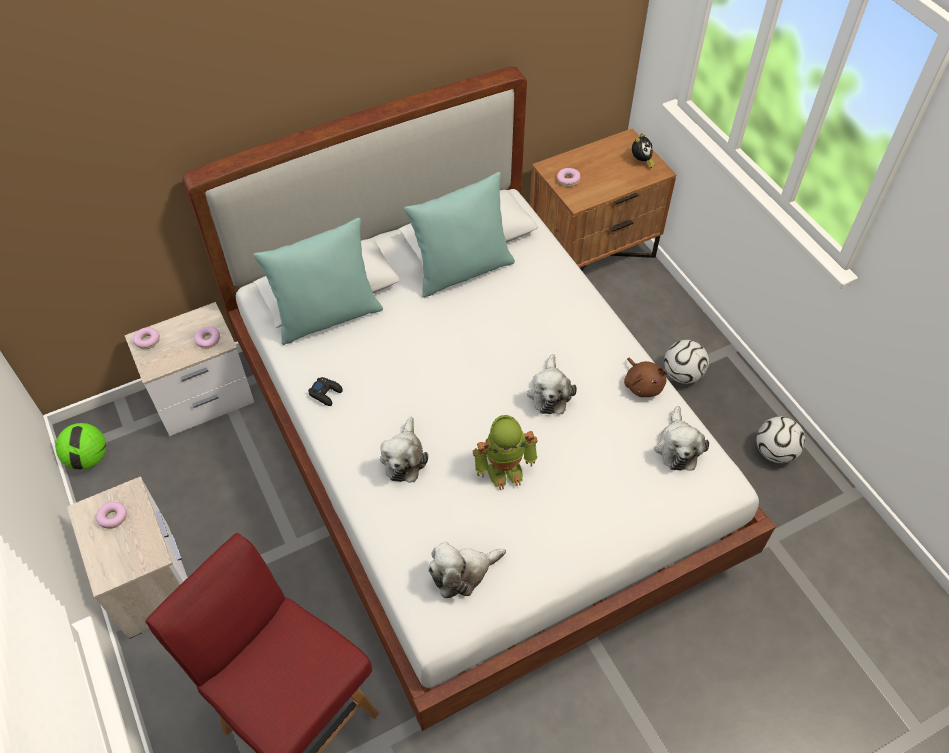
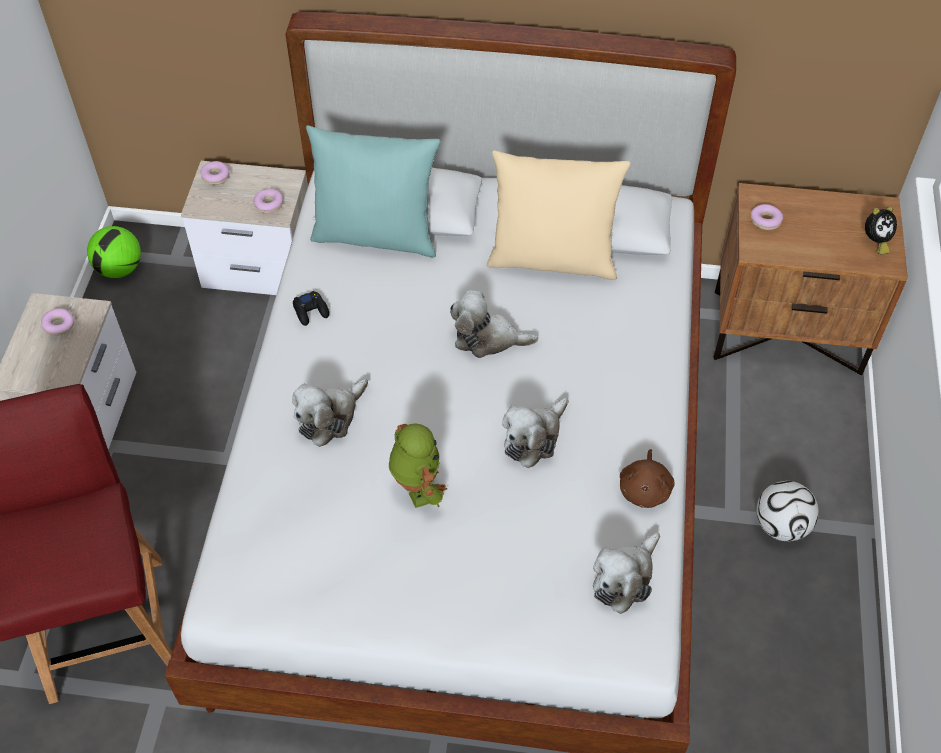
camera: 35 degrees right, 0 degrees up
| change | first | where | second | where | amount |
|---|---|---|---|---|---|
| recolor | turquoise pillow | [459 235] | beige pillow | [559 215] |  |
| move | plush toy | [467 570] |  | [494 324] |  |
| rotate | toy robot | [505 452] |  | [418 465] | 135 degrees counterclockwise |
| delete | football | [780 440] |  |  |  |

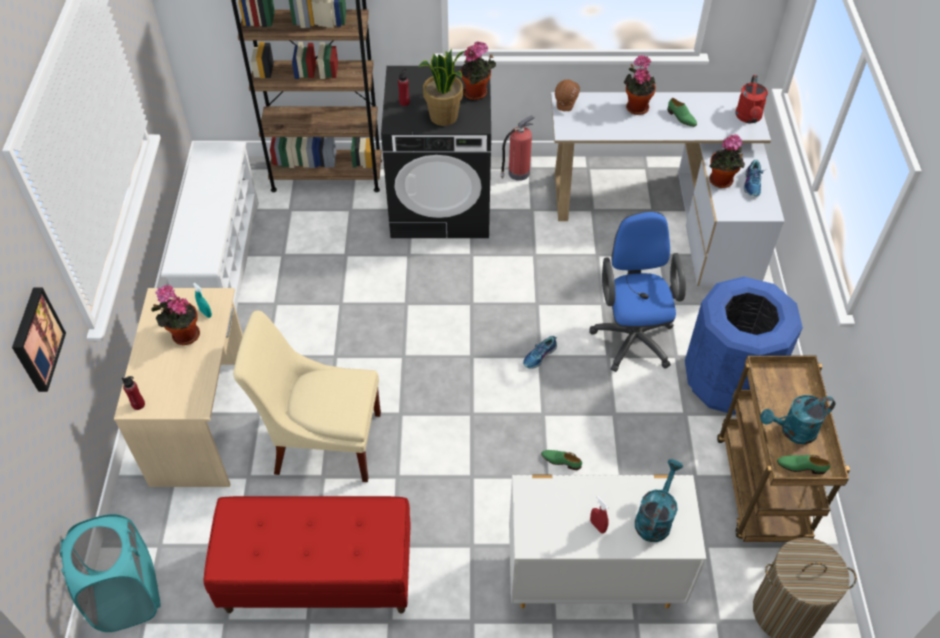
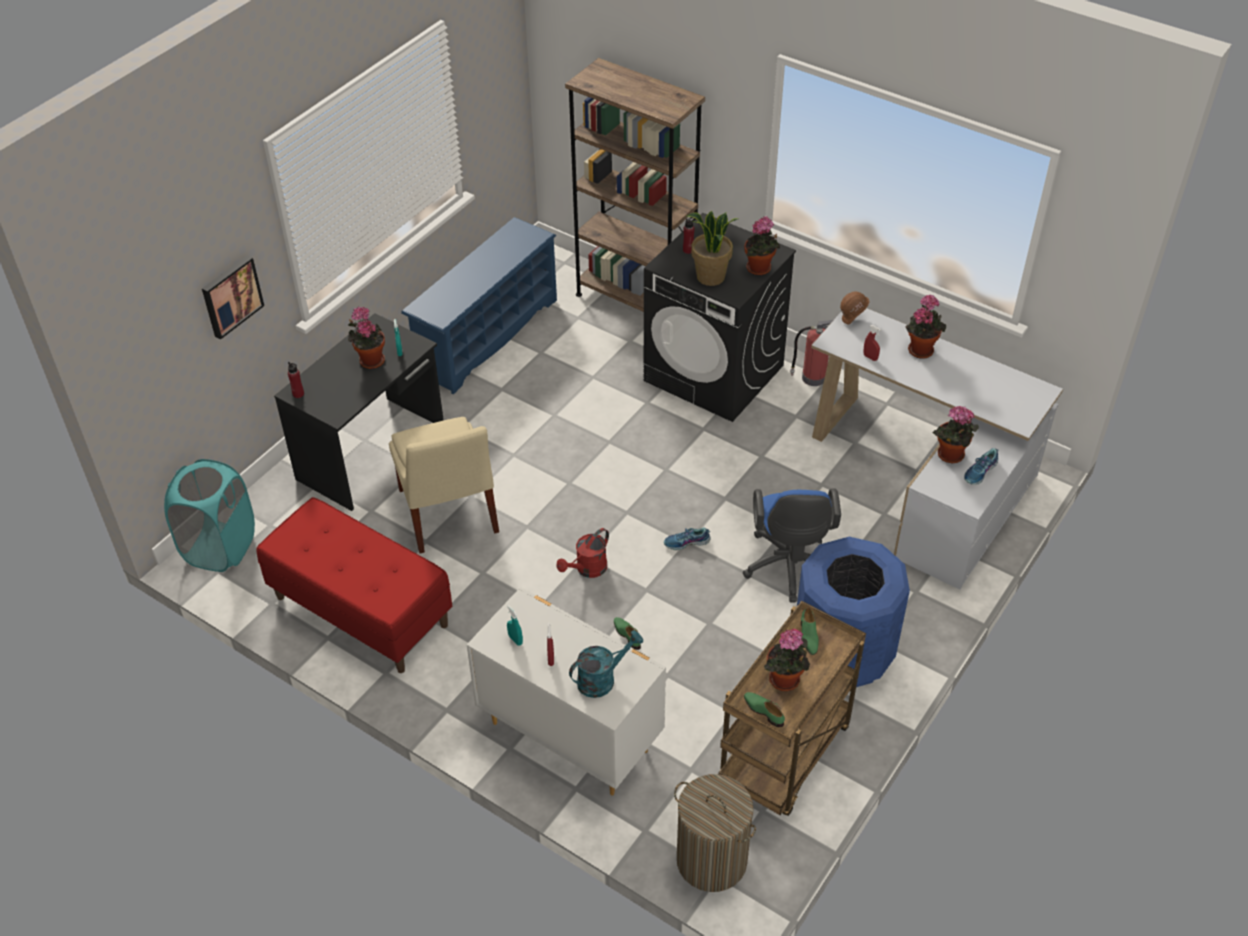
camera: 35 degrees right, 5 degrees down
| change | first | where | second | where | amount |
|---|---|---|---|---|---|
| recolor | beige desk | [178 387] | black desk | [359 412] |  |
| recolor | white shoe rack | [210 227] | blue shoe rack | [479 306] |  |
| rotate | beige chair | [307 396] |  | [444 485] | 150 degrees counterclockwise |
| rotate | blue office chair | [637 291] |  | [792 545] | 150 degrees clockwise |
| move | green shoe | [682 112] |  | [810 631] |  |
| move | red watering can | [752 99] |  | [583 553] |  |
| replace | turquoise watering can | [798 419] | potted plant | [787 660] |  |
| insert |  |  | turquoise spray bottle | [515 625] |  |
| insert |  |  | red spray bottle | [872 343] |  |

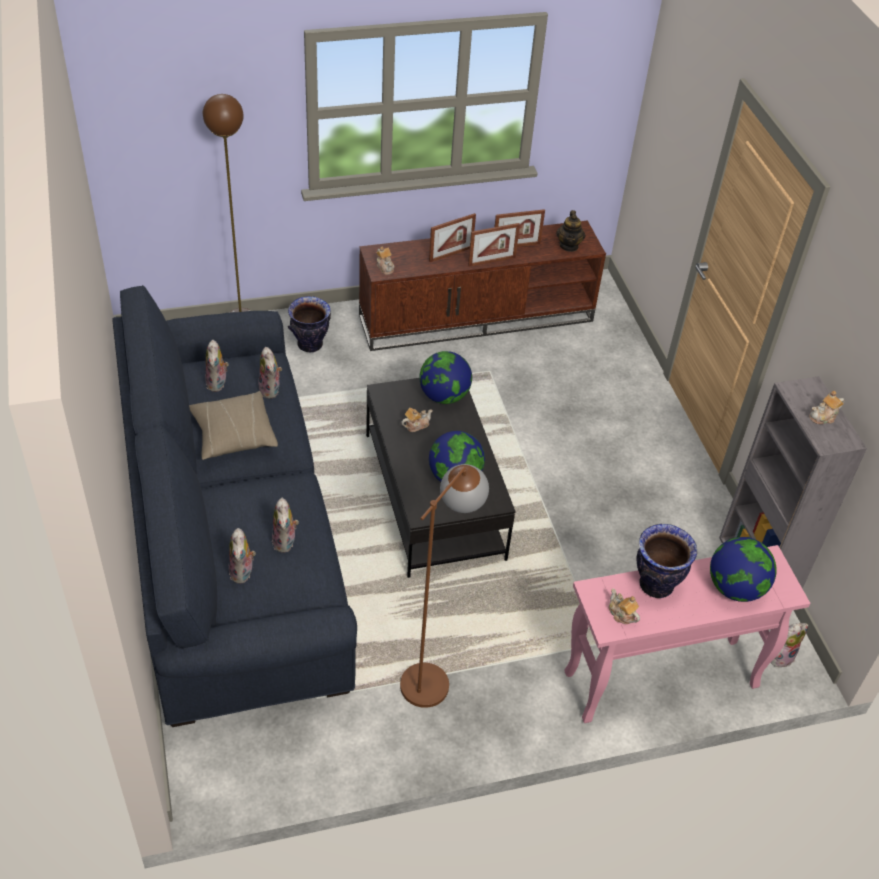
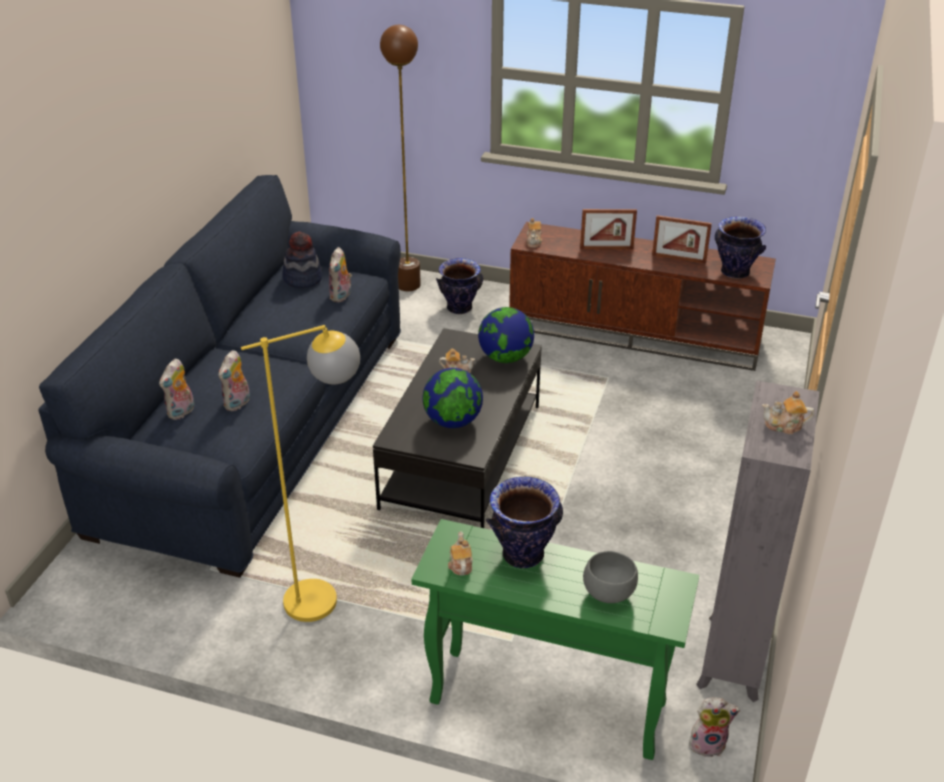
camera: 35 degrees right, 10 degrees down
| change | first | where | second | where | amount |
|---|---|---|---|---|---|
| delete | beige pillow | [233 425] |  |  |  |
| replace | plush toy | [217 366] | hat | [302 260] |  |
| recolor | brown floor lamp | [444 586] | yellow floor lamp | [300 473] |  |
| delete | picture frame | [494 245] |  |  |  |
| replace | teapot | [571 231] | vase | [740 248] |  |
| recolor | pink console table | [687 634] | green console table | [555 639] |  |
| replace | globe | [743 569] | grey bowl | [610 577] |  |

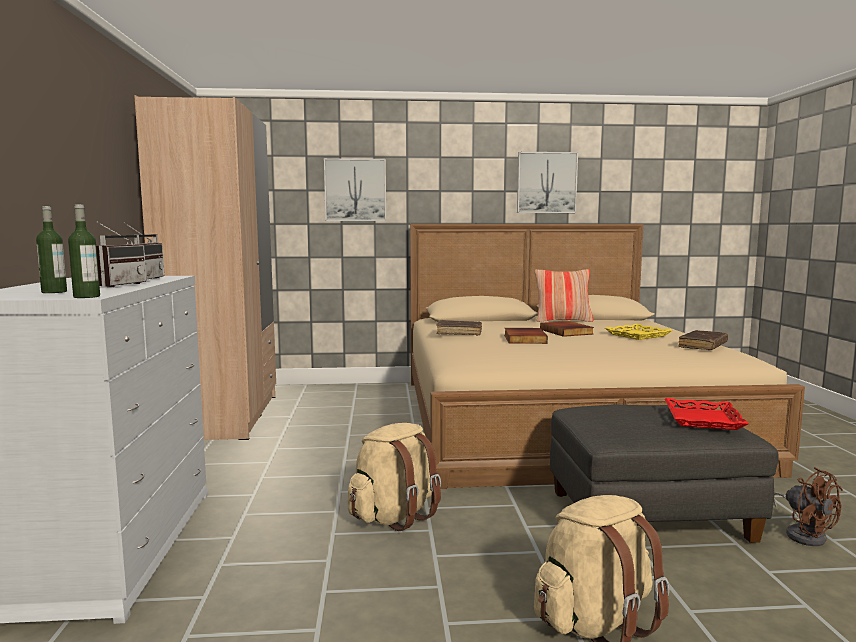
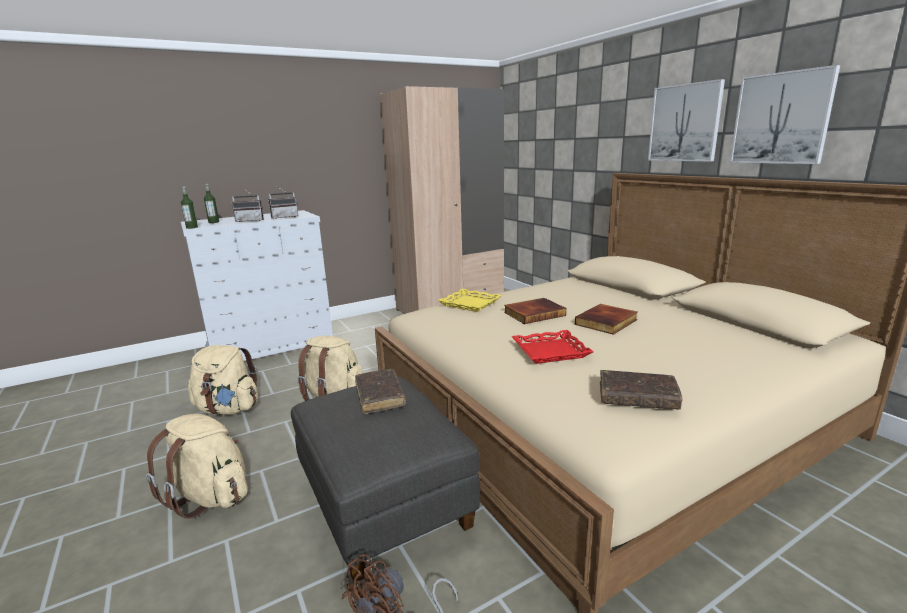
camera: 65 degrees right, 10 degrees up
| change | first | where | second | where | amount |
|---|---|---|---|---|---|
| move | picture | [355 189] |  | [686 120] |  |
| move | brown book | [459 328] |  | [380 391] |  |
| delete | pillow | [564 295] |  |  |  |
| move | yellow tray | [639 332] |  | [470 300] |  |
| move | red tray | [706 414] |  | [553 347] |  |
| insert |  |  | beige backpack | [223 380] |  |

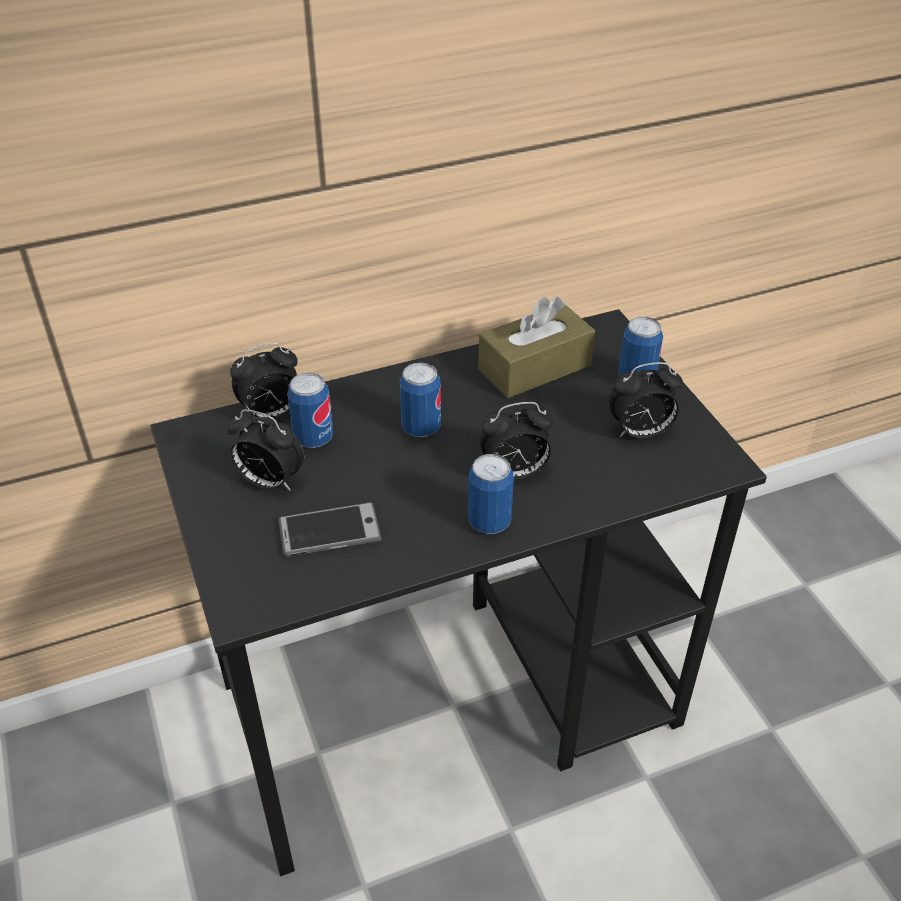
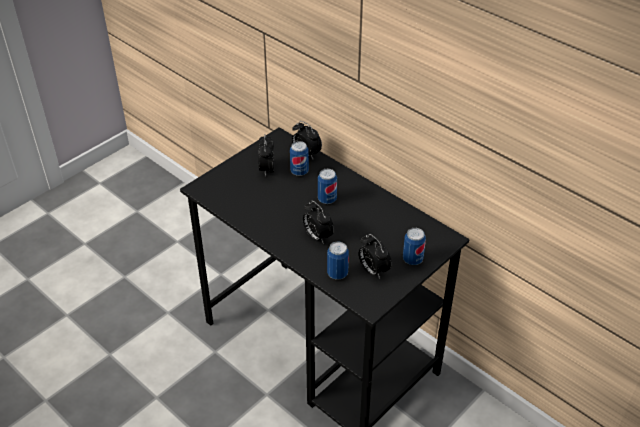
camera: 65 degrees right, 0 degrees up
| change | first | where | second | where | amount |
|---|---|---|---|---|---|
| delete | phone | [330 529] |  |  |  |
| move | can | [491 494] |  | [338 260] |  |
| delete | brown tissue box | [536 347] |  |  |  |

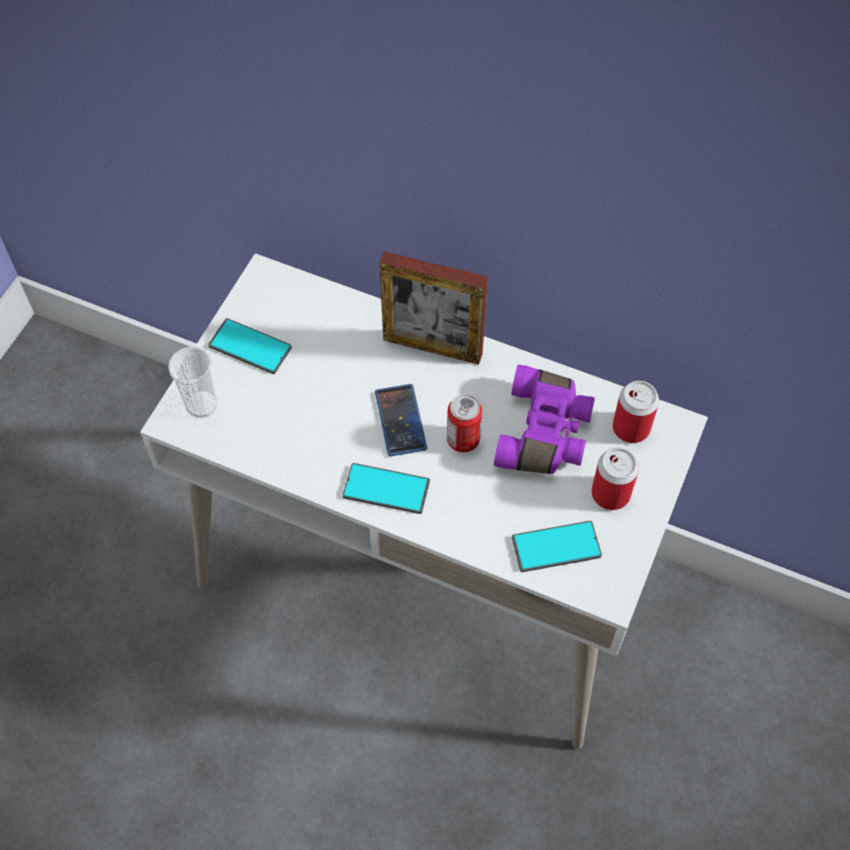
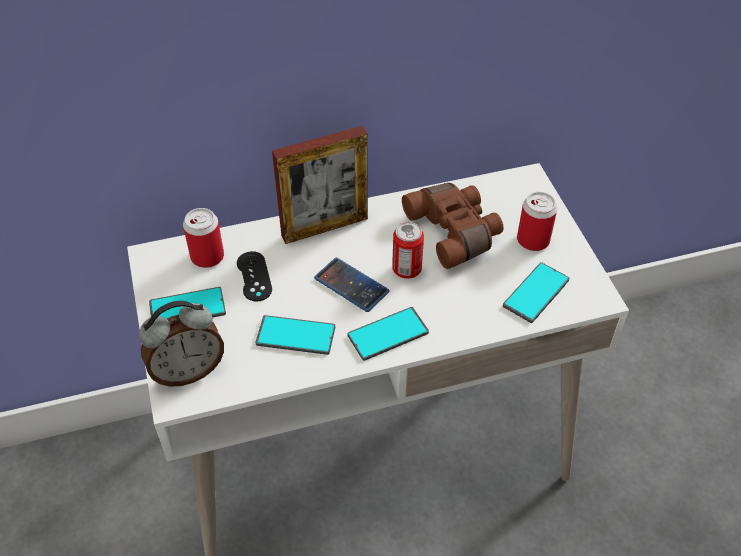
camera: 40 degrees left, 10 degrees down
| change | first | where | second | where | amount |
|---|---|---|---|---|---|
| replace | cup | [193 382] | alarm clock | [181 344] |  |
| recolor | purple binoculars | [544 419] | brown binoculars | [453 226] |  |
| move | can | [635 412] |  | [203 238] |  |
| insert |  |  | black game controller | [254 276] |  |
| insert |  |  | phone | [295 335] |  |

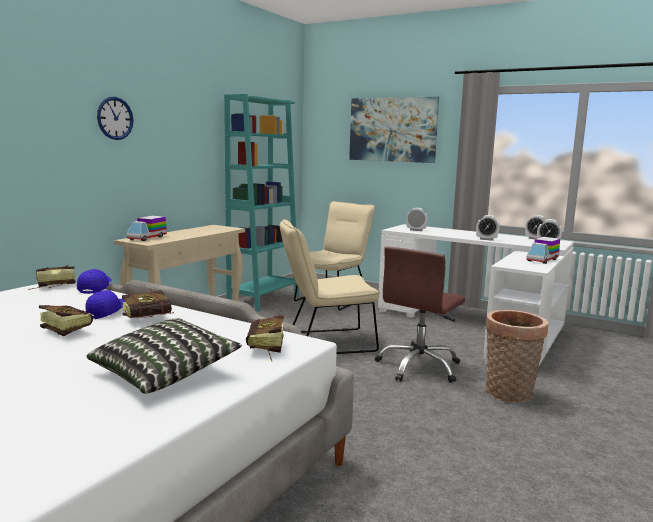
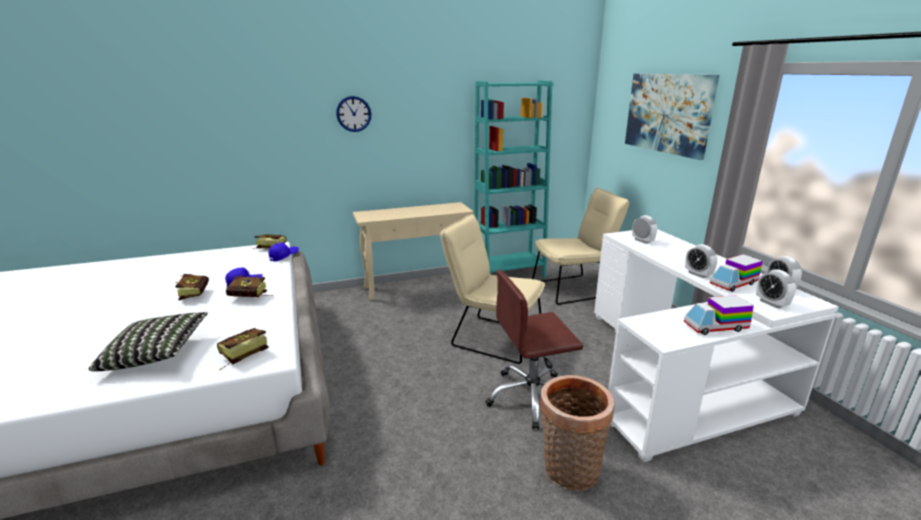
camera: 40 degrees right, 10 degrees up
| change | first | where | second | where | amount |
|---|---|---|---|---|---|
| move | toy truck | [147 228] |  | [736 273] |  |

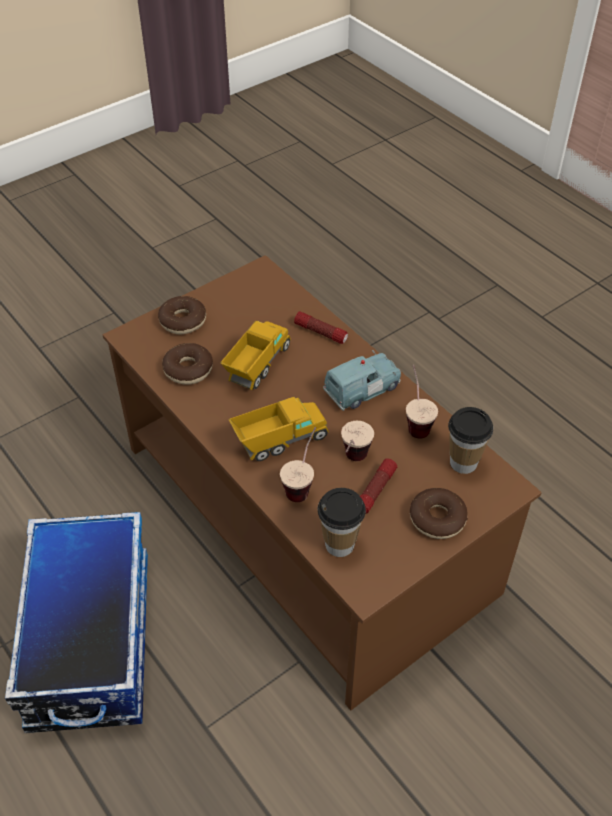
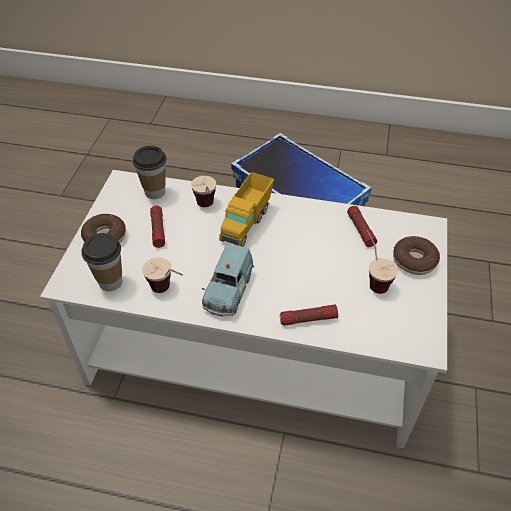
camera: 140 degrees right, 0 degrees up
| change | first | where | second | where | amount |
|---|---|---|---|---|---|
| recolor | brown coffee table | [322 482] | white coffee table | [243 309] |  |
| replace | donut | [187 364] | flashlight | [362 226] |  |
| delete | toy truck | [255 355] |  |  |  |
| move | cup | [357 441] |  | [382 262] |  |

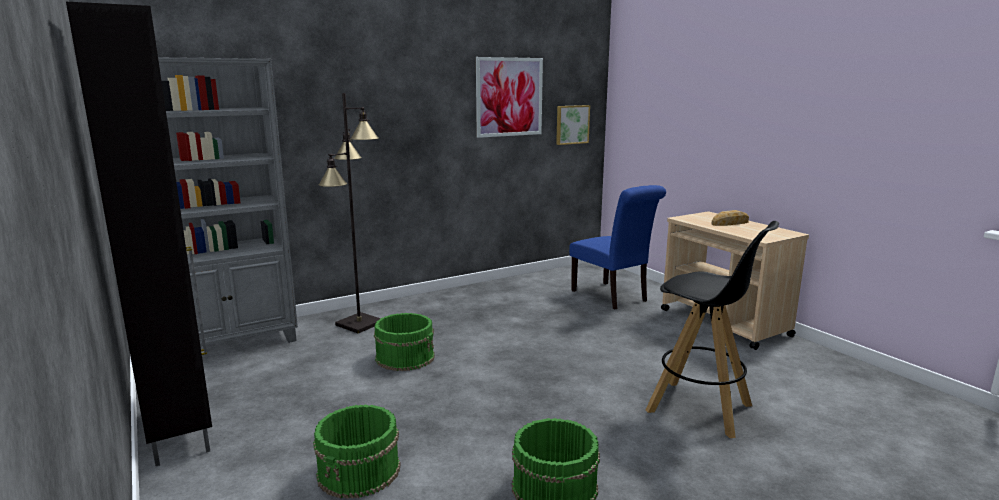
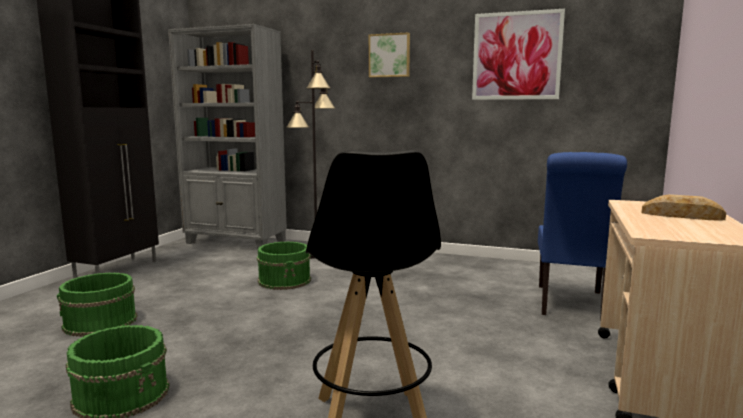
camera: 50 degrees right, 5 degrees down
| change | first | where | second | where | amount |
|---|---|---|---|---|---|
| move | picture | [573 125] |  | [389 55] |  |

